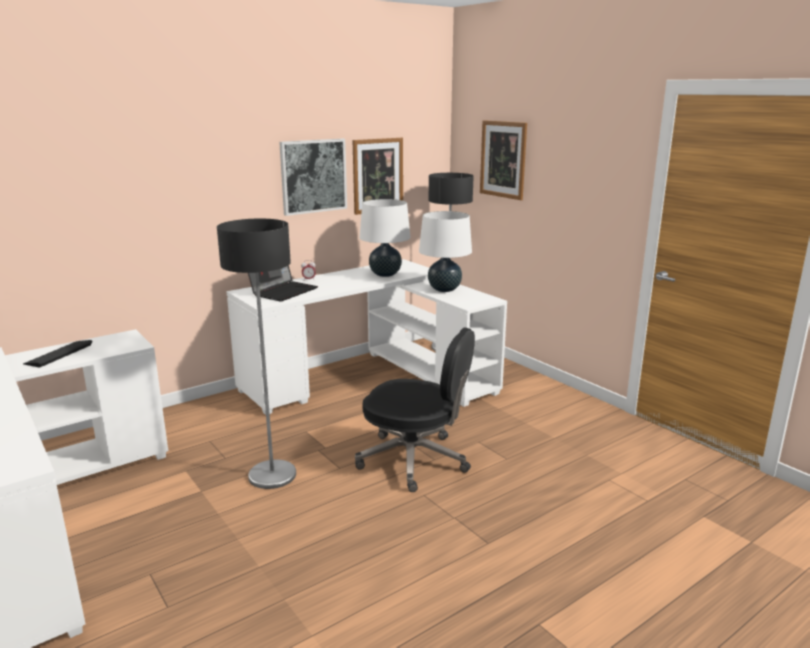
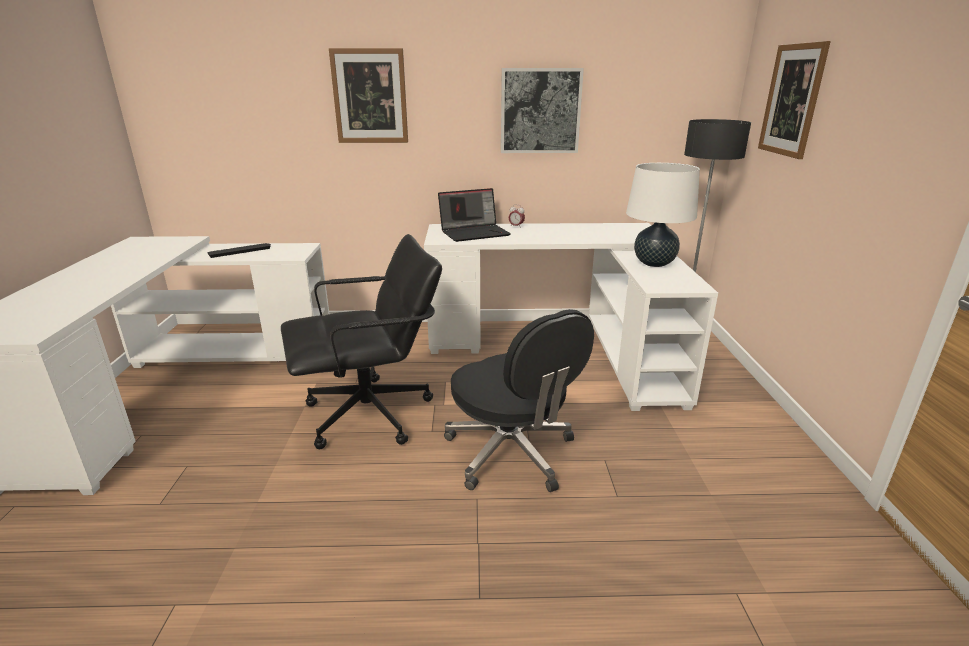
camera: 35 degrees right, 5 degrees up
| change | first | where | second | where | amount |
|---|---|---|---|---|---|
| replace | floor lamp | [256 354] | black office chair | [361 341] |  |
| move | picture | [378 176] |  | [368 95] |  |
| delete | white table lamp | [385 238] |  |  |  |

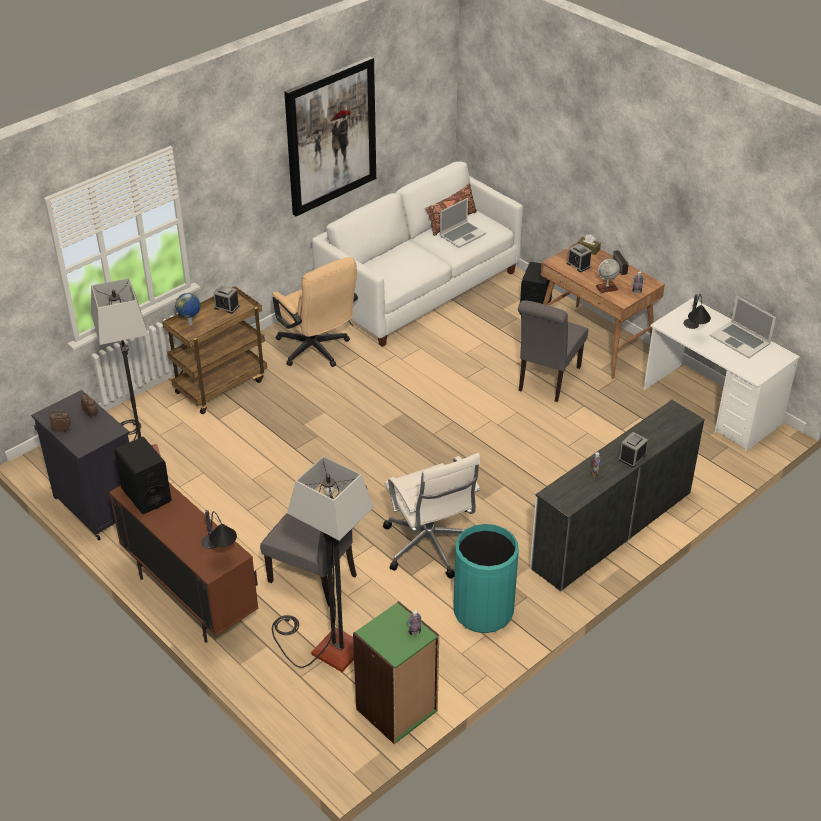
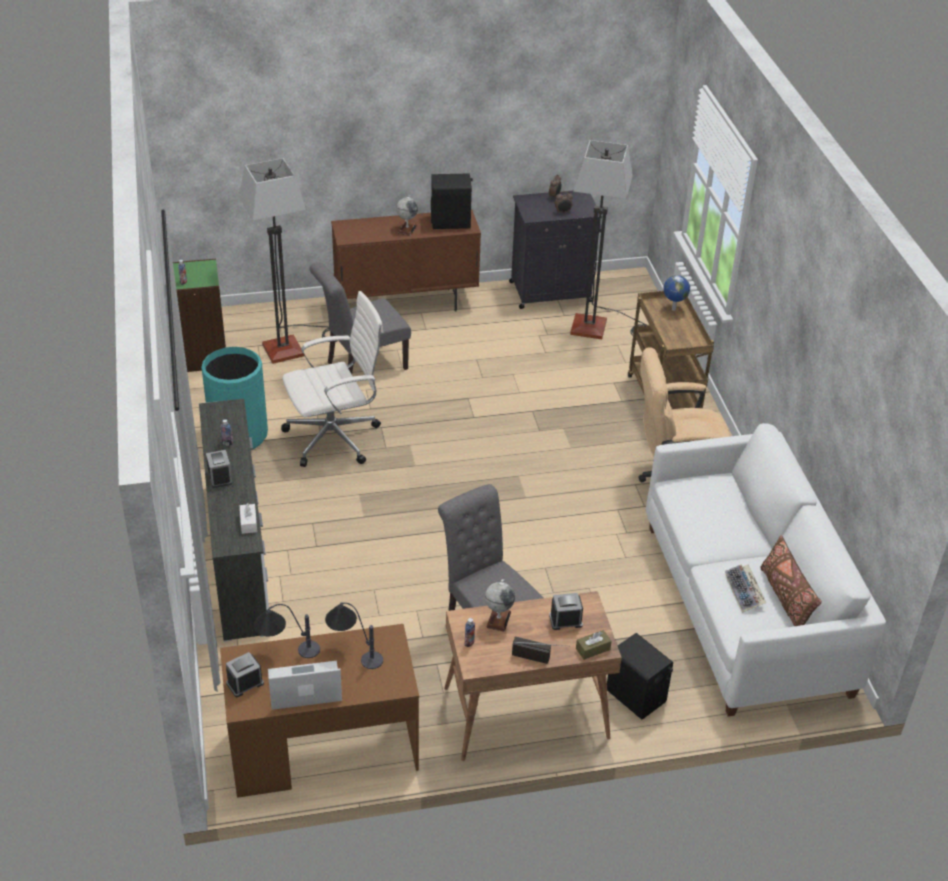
camera: 120 degrees right, 0 degrees up
| change | first | where | second | where | amount |
|---|---|---|---|---|---|
| move | table lamp | [219 529] |  | [287 631] |  |
| move | alarm clock | [226 299] |  | [245 674] |  |
| delete | picture | [330 136] |  |  |  |
| rotate | white office chair | [431 516] |  | [332 379] | 150 degrees clockwise |
| replace | laptop | [463 223] | keyboard | [745 589] |  |
| recolor | white desk | [722 374] | brown desk | [319 711] |  |
| insert |  |  | white tissue box | [248 518] |  |
| insert |  |  | globe | [407 215] |  |

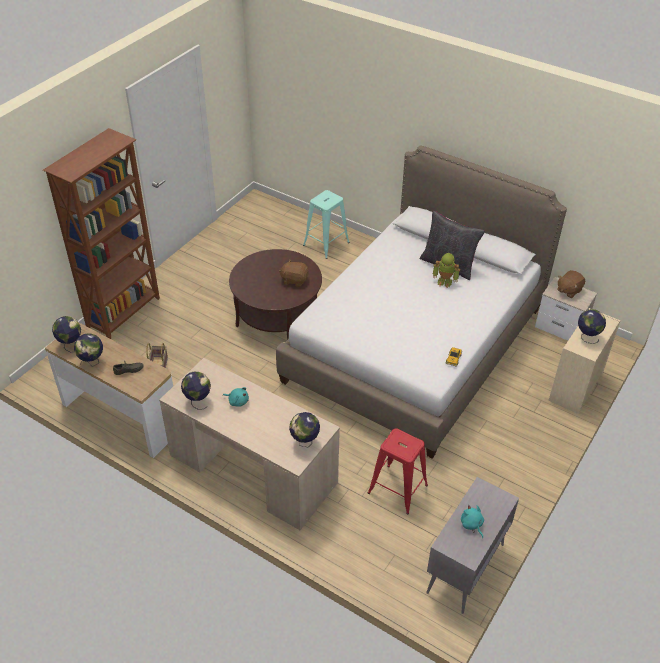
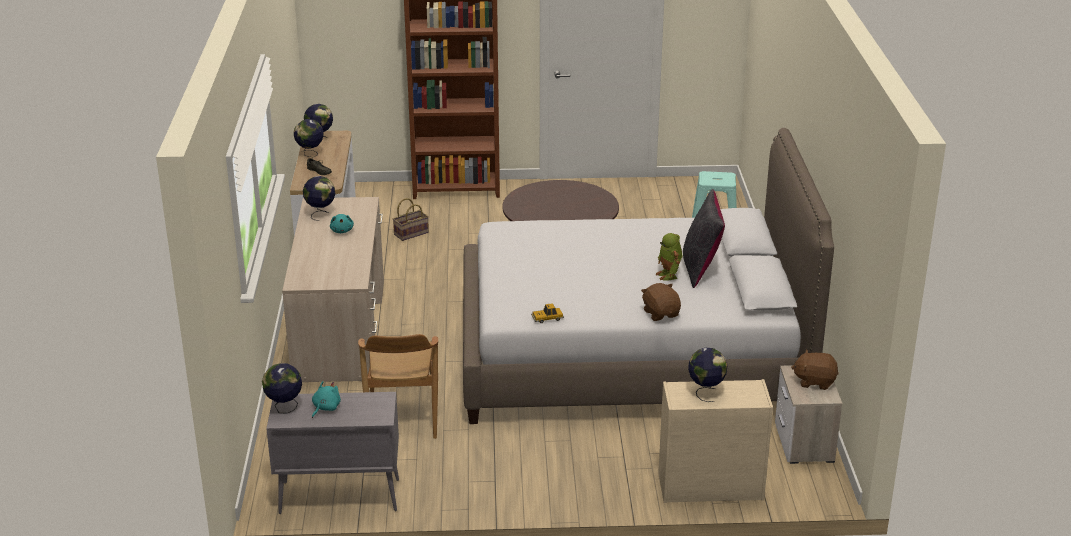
camera: 55 degrees right, 15 degrees down
| change | first | where | second | where | amount |
|---|---|---|---|---|---|
| move | brown plush toy | [294 273] |  | [661 302] |  |
| move | globe | [304 429] |  | [282 388] |  |
| replace | red stool | [398 471] | brown chair | [398 386] |  |

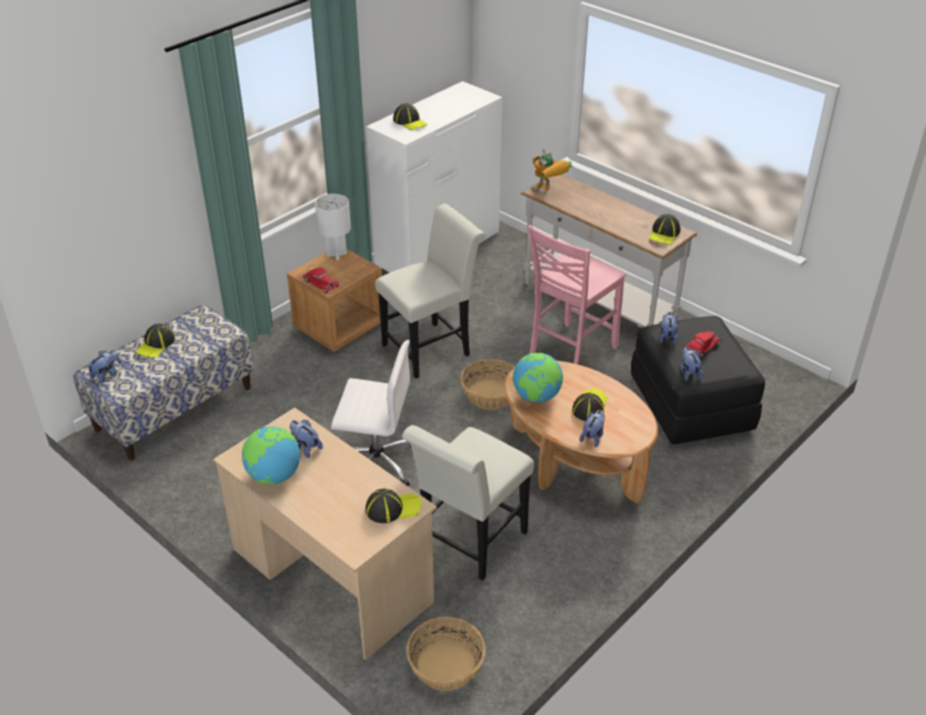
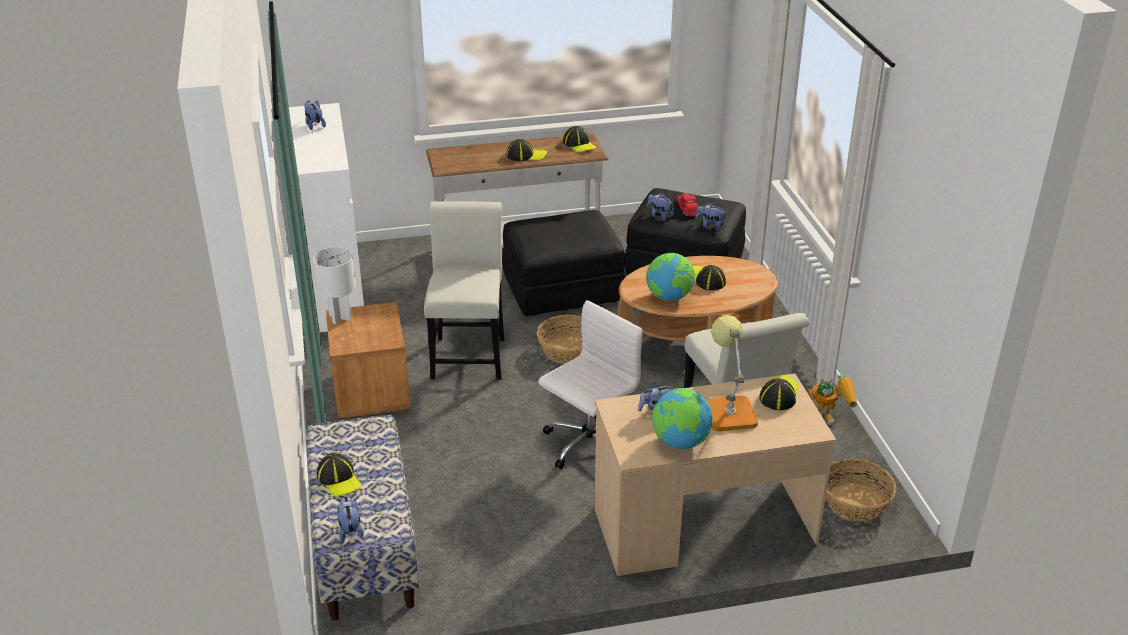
camera: 55 degrees left, 5 degrees down
| change | first | where | second | where | amount |
|---|---|---|---|---|---|
| delete | red toy car | [321 280] |  |  |  |
| move | cap | [410 116] |  | [527 150] |  |
| replace | pink chair | [577 294] | black ottoman | [563 263] |  |
| move | toy robot | [552 172] |  | [832 400] |  |
| move | plush toy | [592 428] |  | [315 115] |  |
| insert |  |  | table lamp | [732 373] |  |

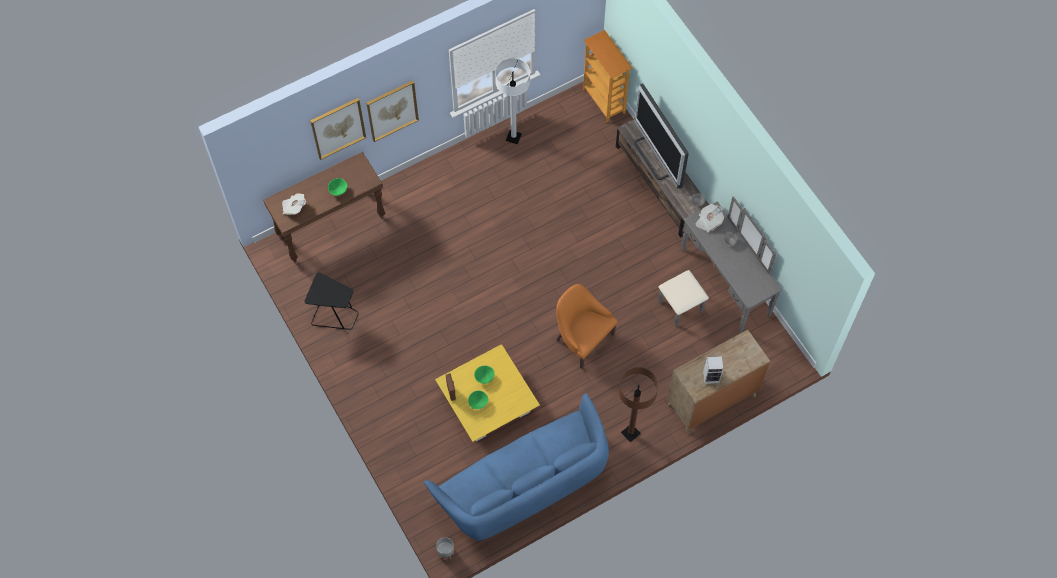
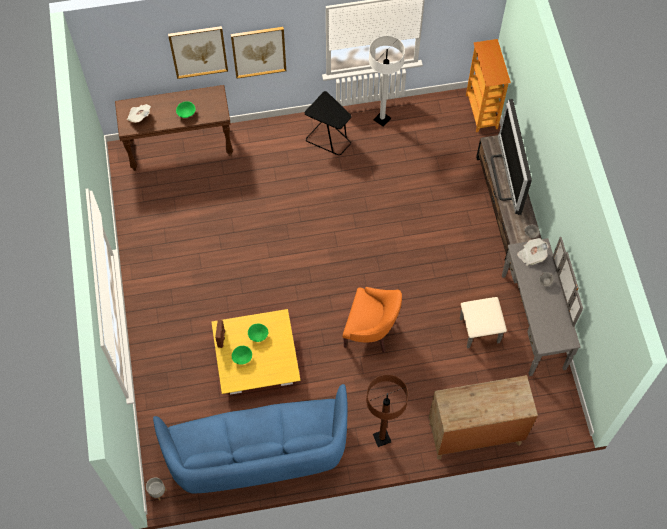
camera: 20 degrees right, 0 degrees up
| change | first | where | second | where | amount |
|---|---|---|---|---|---|
| move | black side table | [331 301] |  | [327 123] |  |
| rotate | orange armchair | [587 326] |  | [372 319] | 135 degrees clockwise |
| delete | speaker | [713 370] |  |  |  |

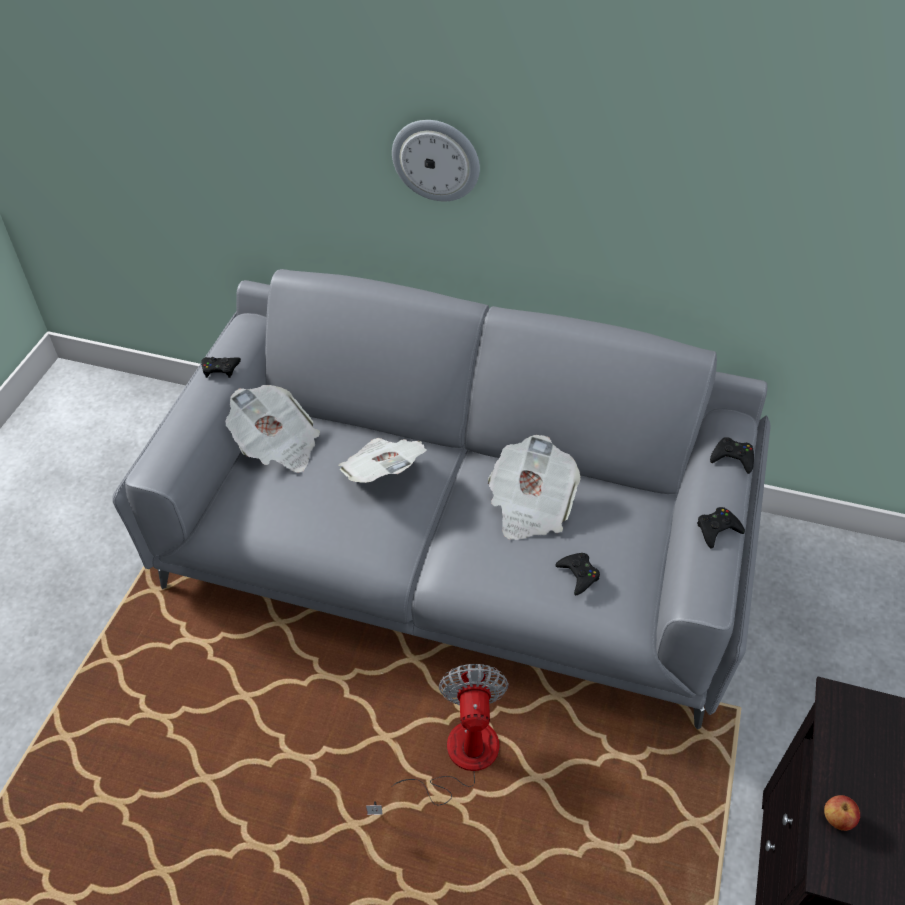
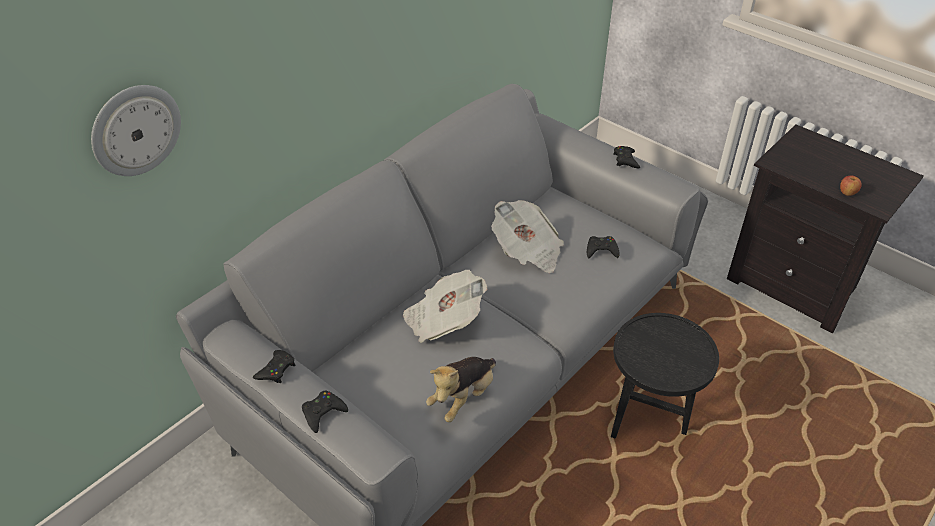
camera: 65 degrees left, 5 degrees down
| change | first | where | second | where | amount |
|---|---|---|---|---|---|
| delete | newspaper | [272 429] |  |  |  |
| replace | fan | [437 739] | black side table | [665 376] |  |
| move | wall clock | [436 160] |  | [136 130] |  |
| move | black game controller | [732 455] |  | [325 412] |  |
| insert |  |  | plush toy | [461 389] |  |

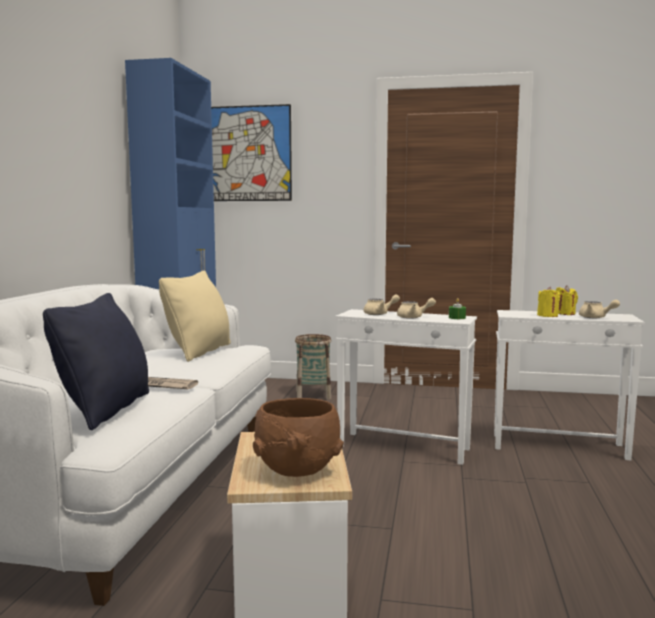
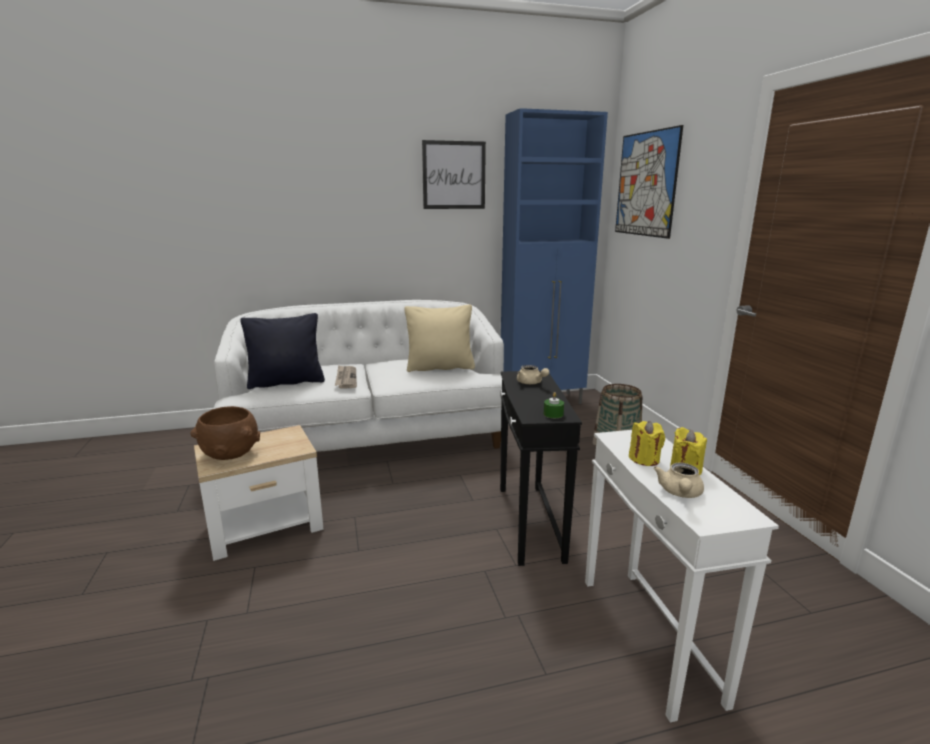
camera: 65 degrees right, 10 degrees up
| change | first | where | second | where | amount |
|---|---|---|---|---|---|
| recolor | white side table | [406 387] | black side table | [541 468] |  |
| delete | beige teapot | [416 308] |  |  |  |
| insert |  |  | picture | [454 174] |  |

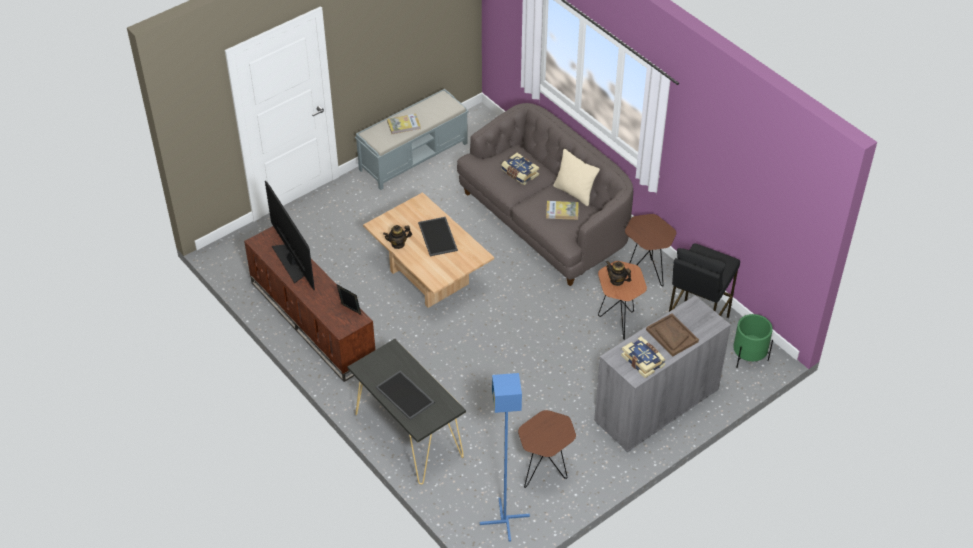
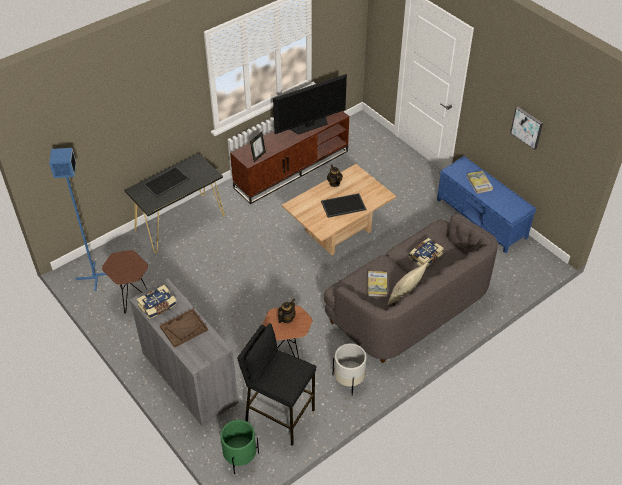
camera: 90 degrees right, 0 degrees up
| change | first | where | second | where | amount |
|---|---|---|---|---|---|
| recolor | grey bench | [412 139] | blue bench | [486 204] |  |
| replace | brown side table | [650 250] | white planter | [349 369] |  |
| insert |  |  | picture | [526 128] |  |

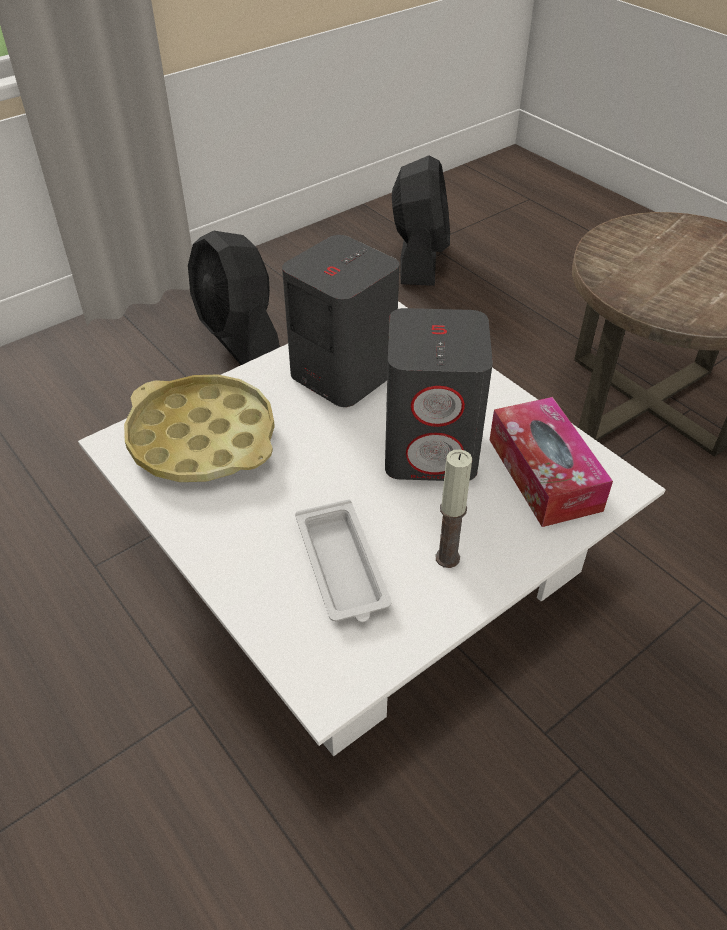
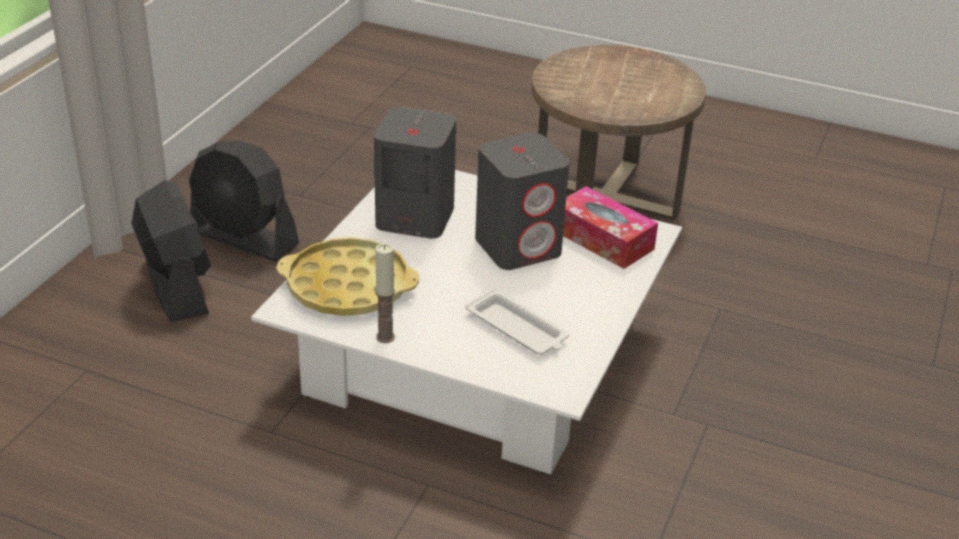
camera: 30 degrees left, 10 degrees down
| change | first | where | second | where | amount |
|---|---|---|---|---|---|
| move | black fan | [421 221] |  | [171 251] |  |
| move | candle | [454 508] |  | [385 293] |  |

